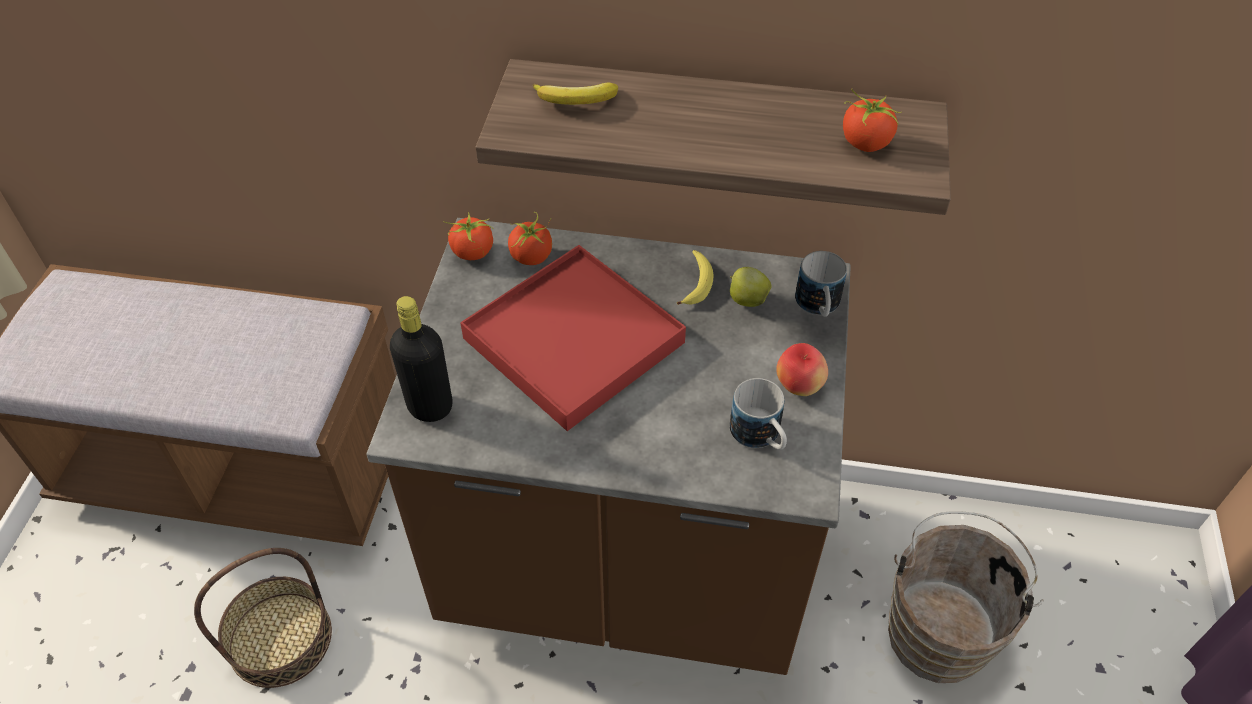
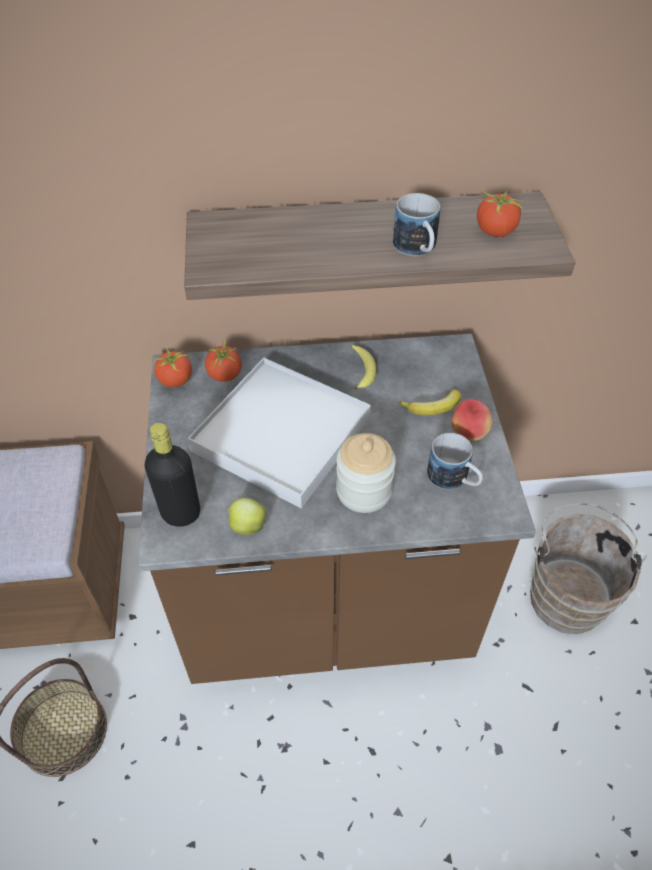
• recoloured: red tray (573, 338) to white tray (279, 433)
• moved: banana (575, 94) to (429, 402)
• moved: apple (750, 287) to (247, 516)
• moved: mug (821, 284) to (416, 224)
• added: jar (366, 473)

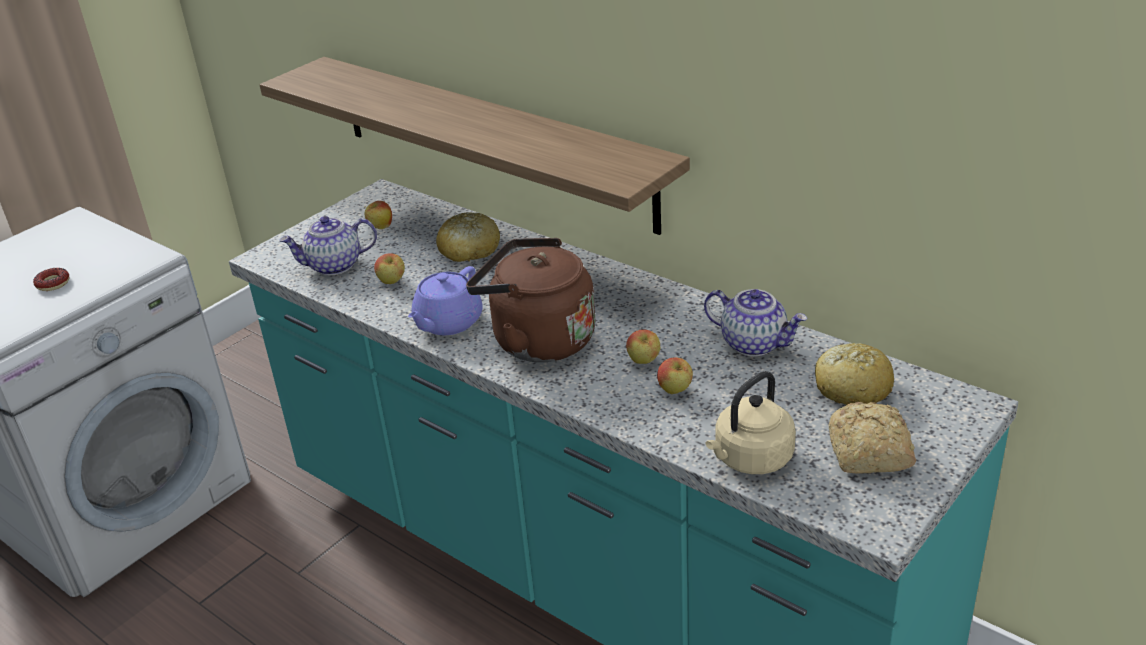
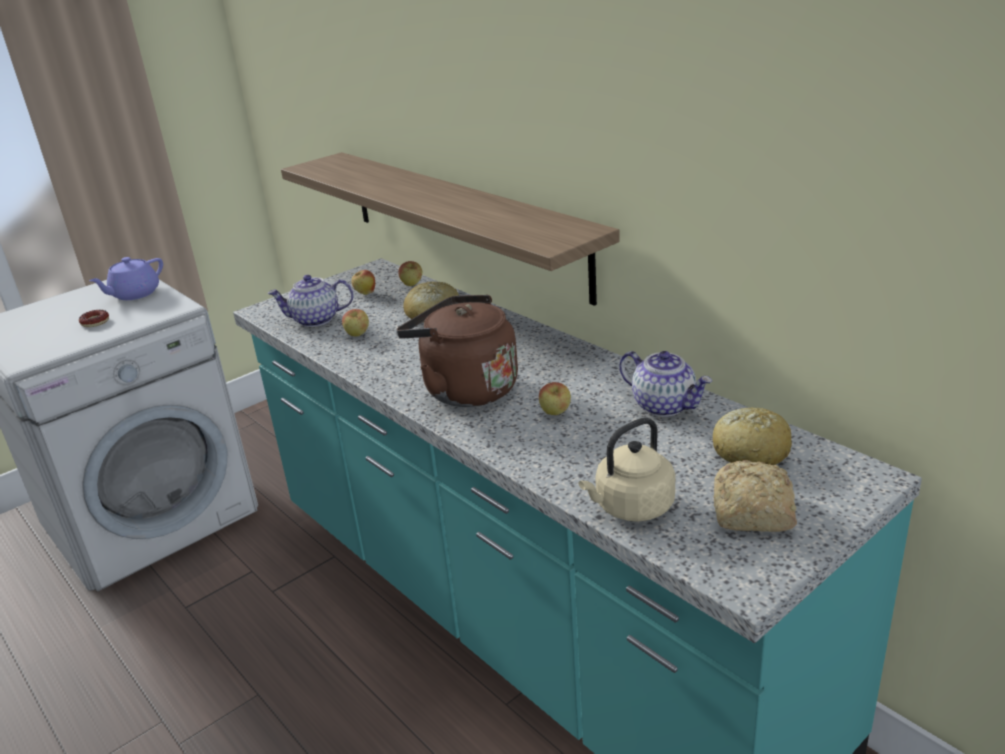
• moved: purple teapot (445, 300) to (126, 278)
• moved: apple (675, 376) to (410, 273)

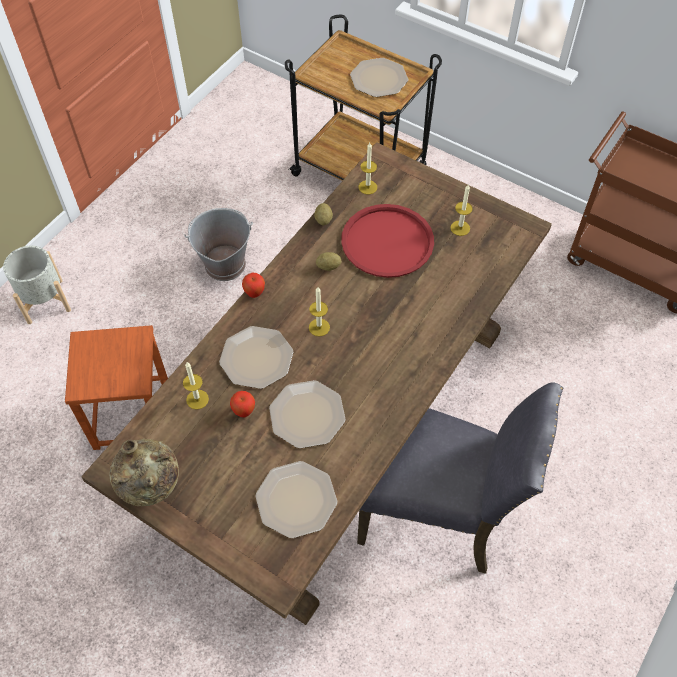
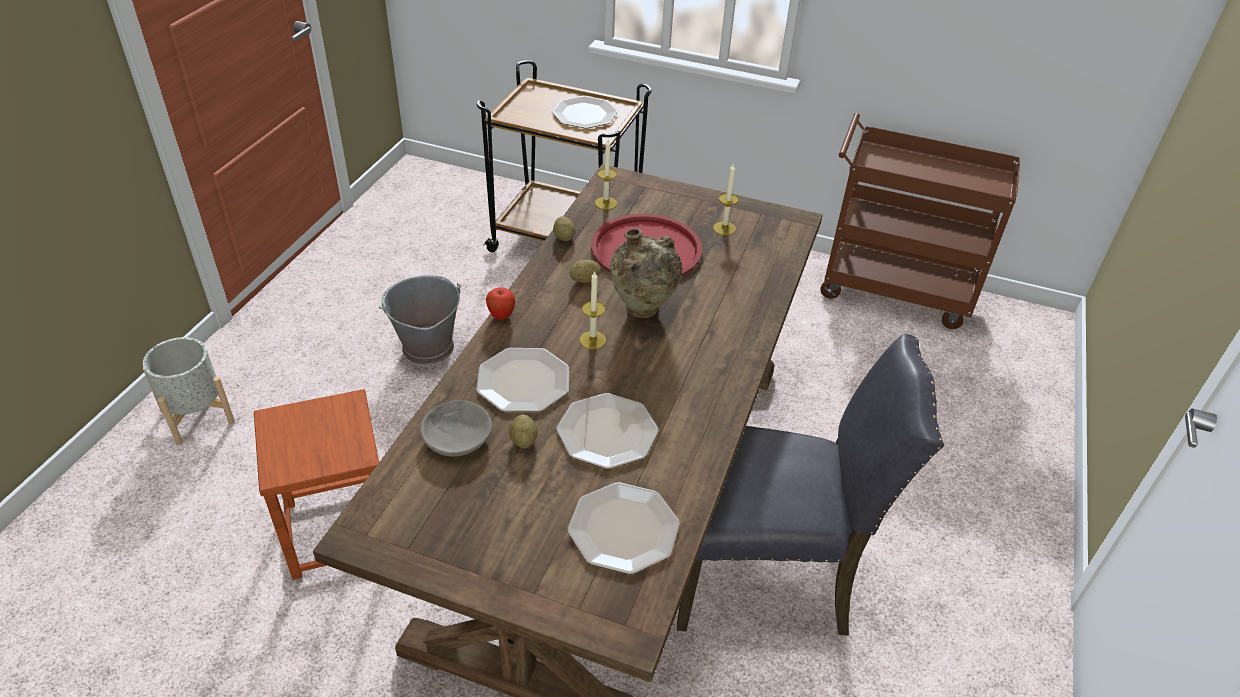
• moved: beige vase (144, 472) to (646, 273)
• replaced: candle (196, 386) to grey bowl (456, 428)
• replaced: apple (242, 404) to potato (523, 431)

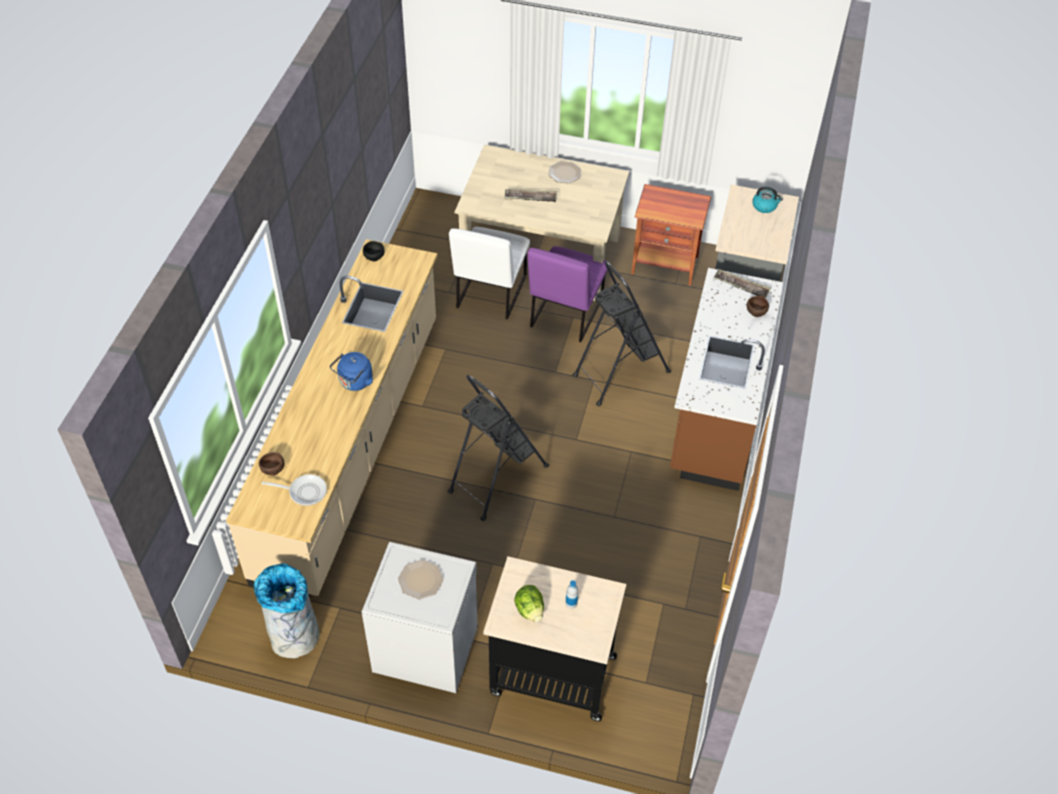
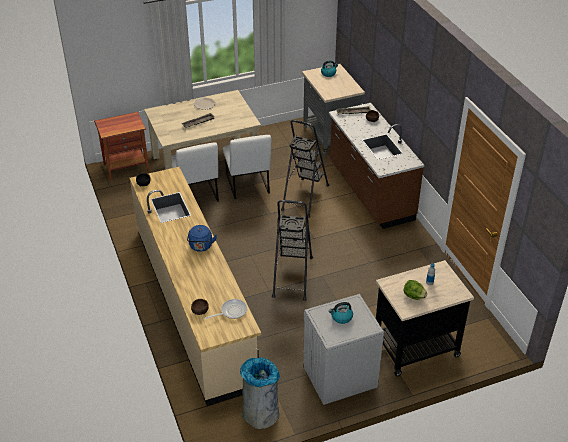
• replaced: plate (421, 579) to kettle (341, 313)
• recoloured: purple chair (567, 294) to white chair (247, 167)
• moved: nightstand (671, 235) to (121, 146)

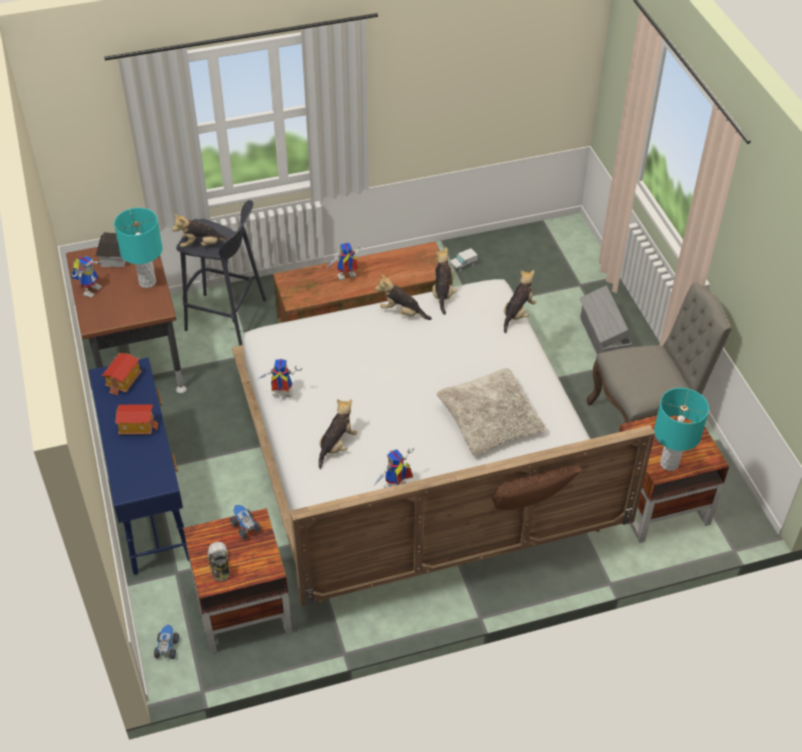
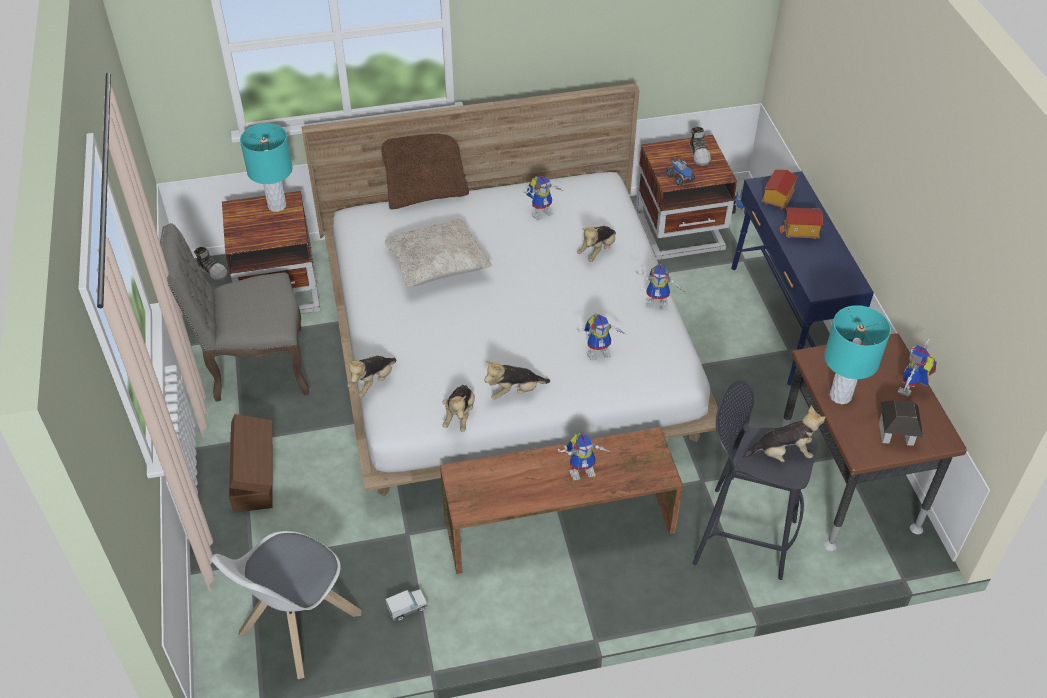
• moved: toy house (122, 374) to (779, 189)
• turned: plush toy (403, 297) = (517, 380) 135 degrees clockwise
• recoloured: grey storage box (606, 320) to brown storage box (251, 463)
• added: shoe (210, 264)
• added: chair (285, 605)
• added: toy robot (601, 337)

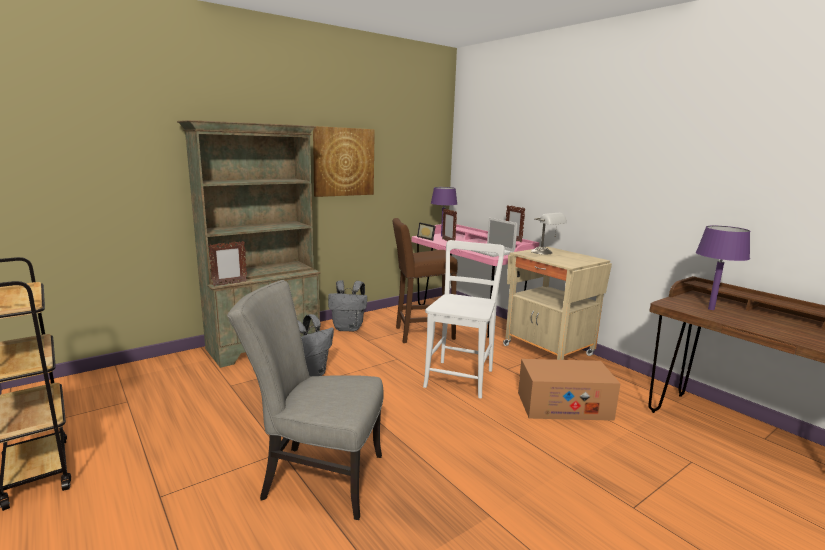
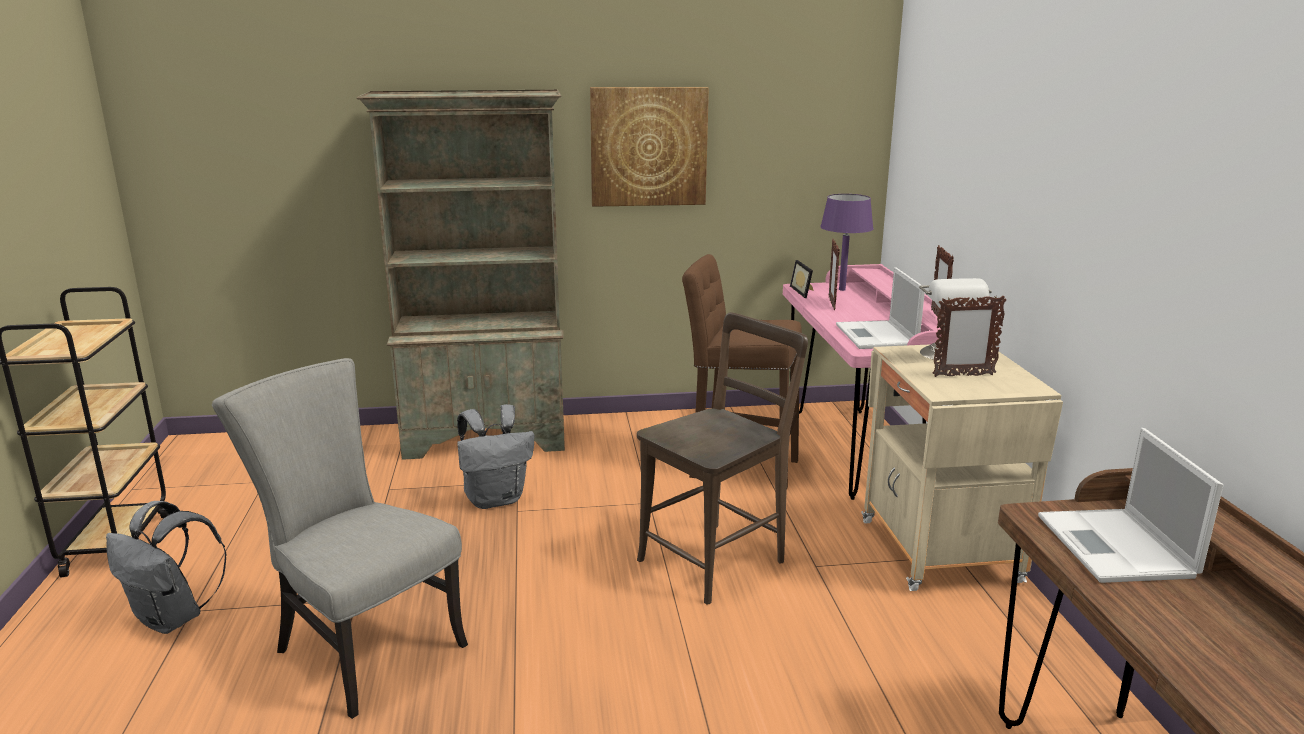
• moved: picture frame (227, 263) to (970, 336)
• moved: grey backpack (347, 305) to (166, 567)
• recoloured: white chair (464, 319) to brown chair (722, 458)
• removed: cardboard box (569, 390)
• replaced: purple table lamp (723, 268) to laptop (1130, 505)

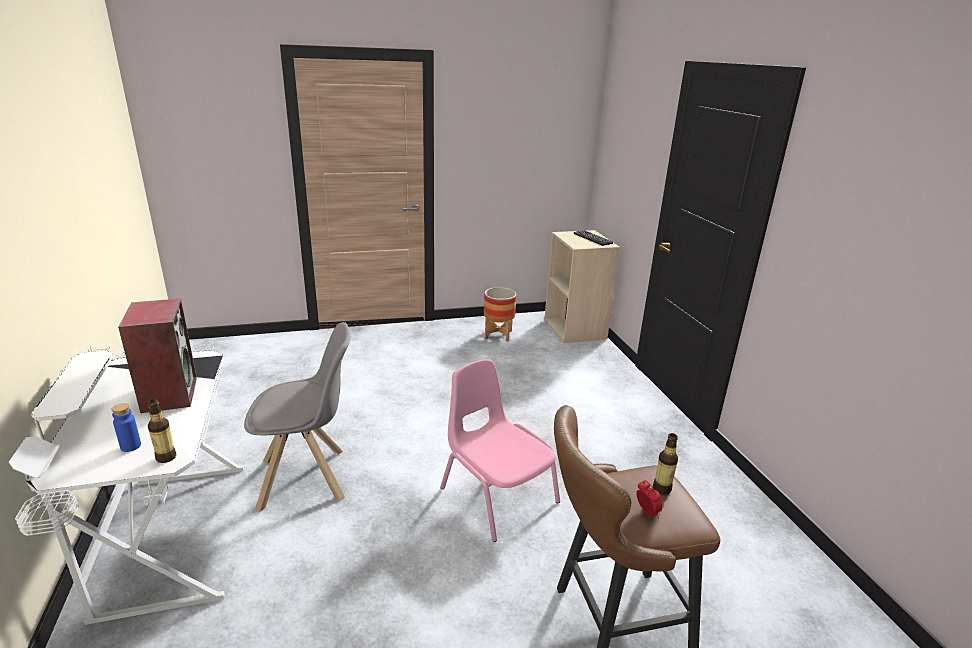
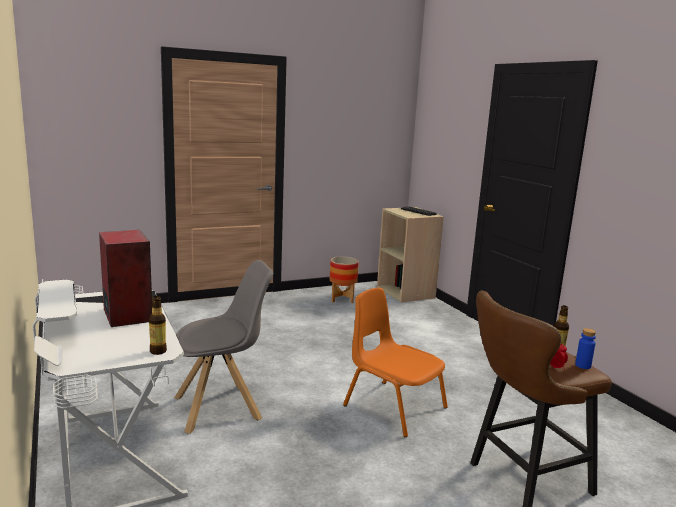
• moved: blue bottle (126, 427) to (585, 348)
• recoloured: pink chair (500, 450) to orange chair (395, 362)

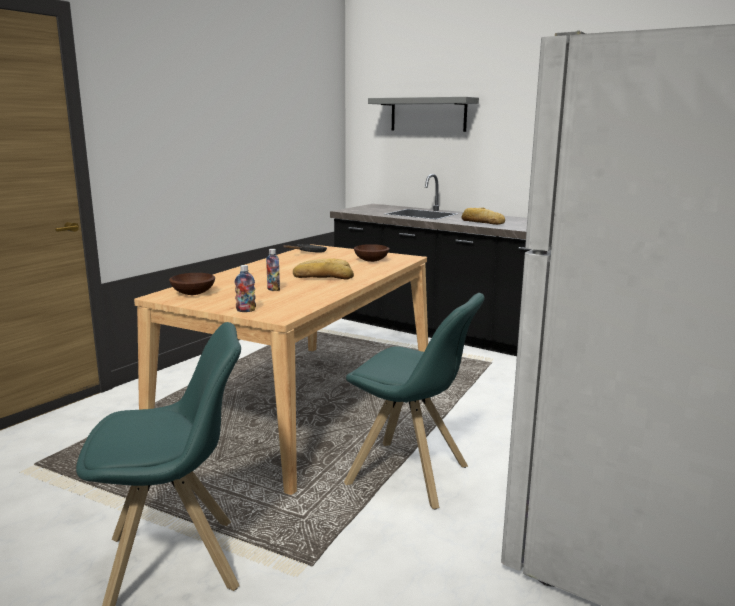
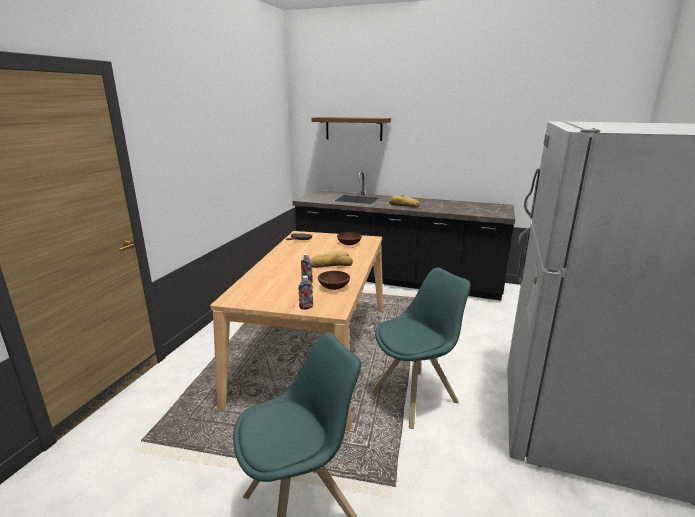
• moved: brown bowl (192, 284) to (334, 280)
• turned: turquoise chair (414, 401) = (421, 348) 45 degrees counterclockwise
• recoloured: grey shelf (423, 114) to brown shelf (351, 129)

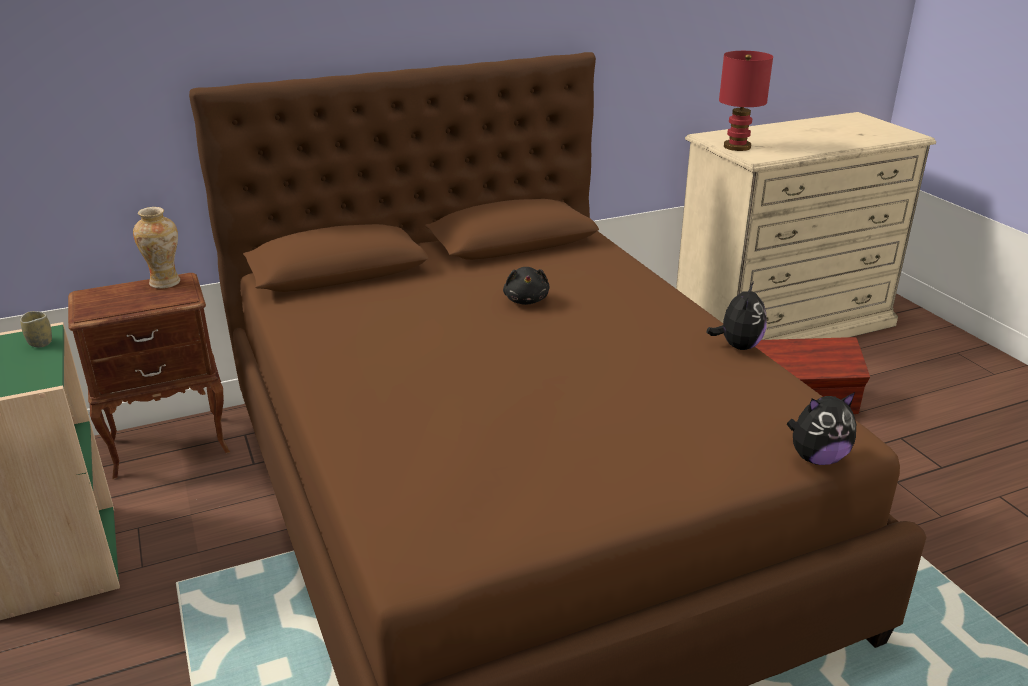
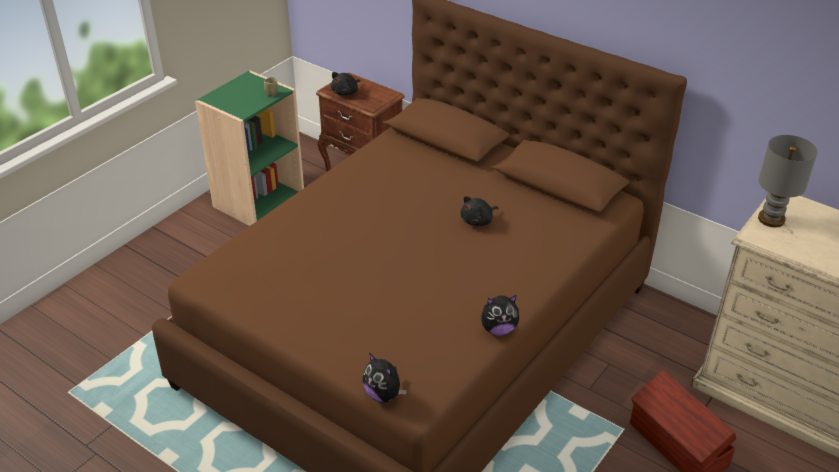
• removed: vase (156, 248)
• recoloured: red table lamp (746, 101) to grey table lamp (788, 181)
• added: black plush toy (345, 84)

